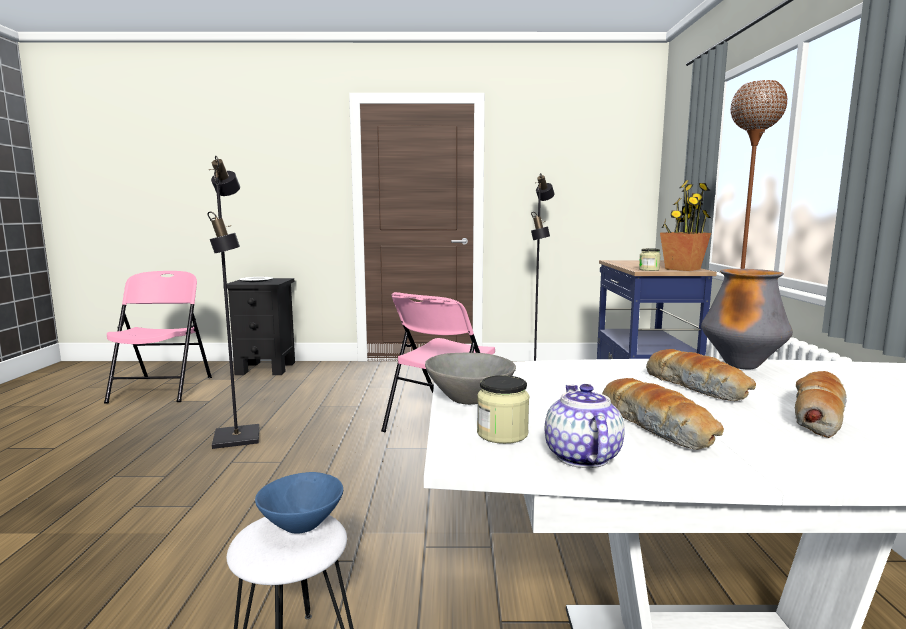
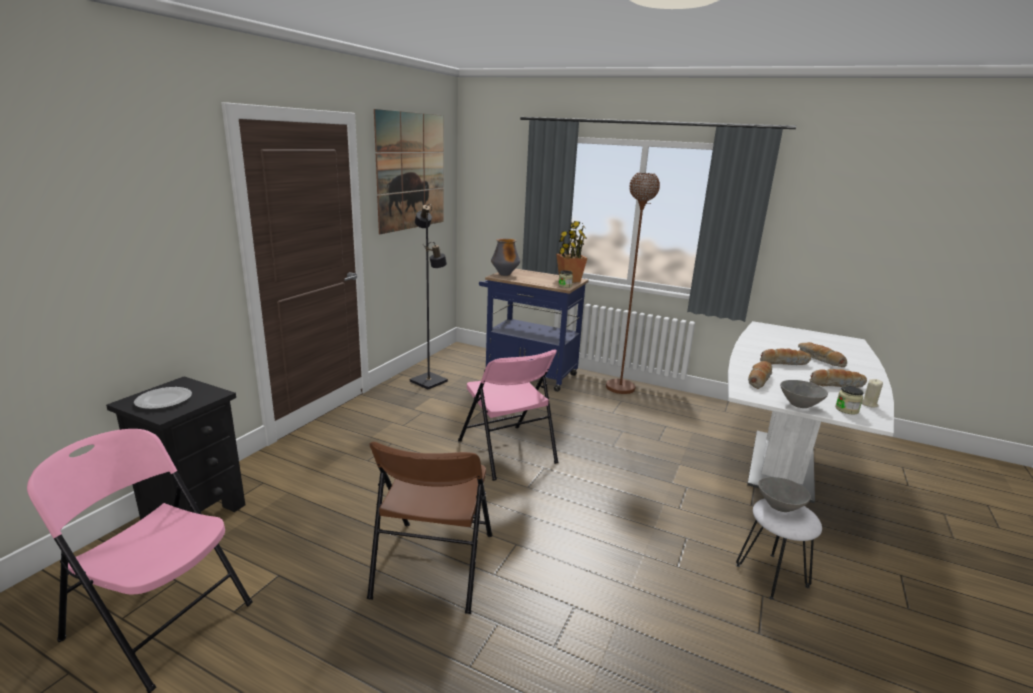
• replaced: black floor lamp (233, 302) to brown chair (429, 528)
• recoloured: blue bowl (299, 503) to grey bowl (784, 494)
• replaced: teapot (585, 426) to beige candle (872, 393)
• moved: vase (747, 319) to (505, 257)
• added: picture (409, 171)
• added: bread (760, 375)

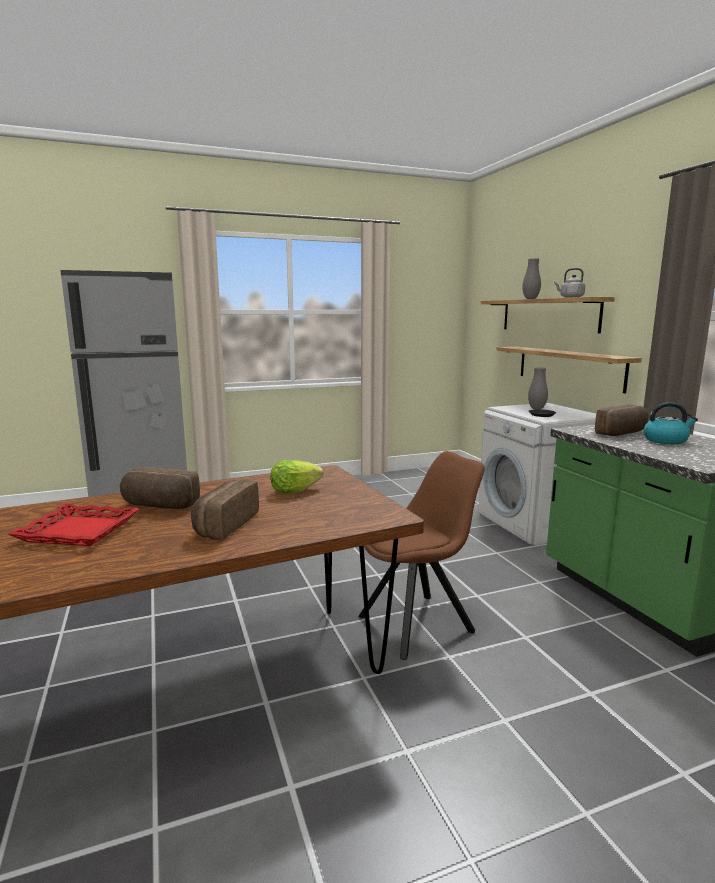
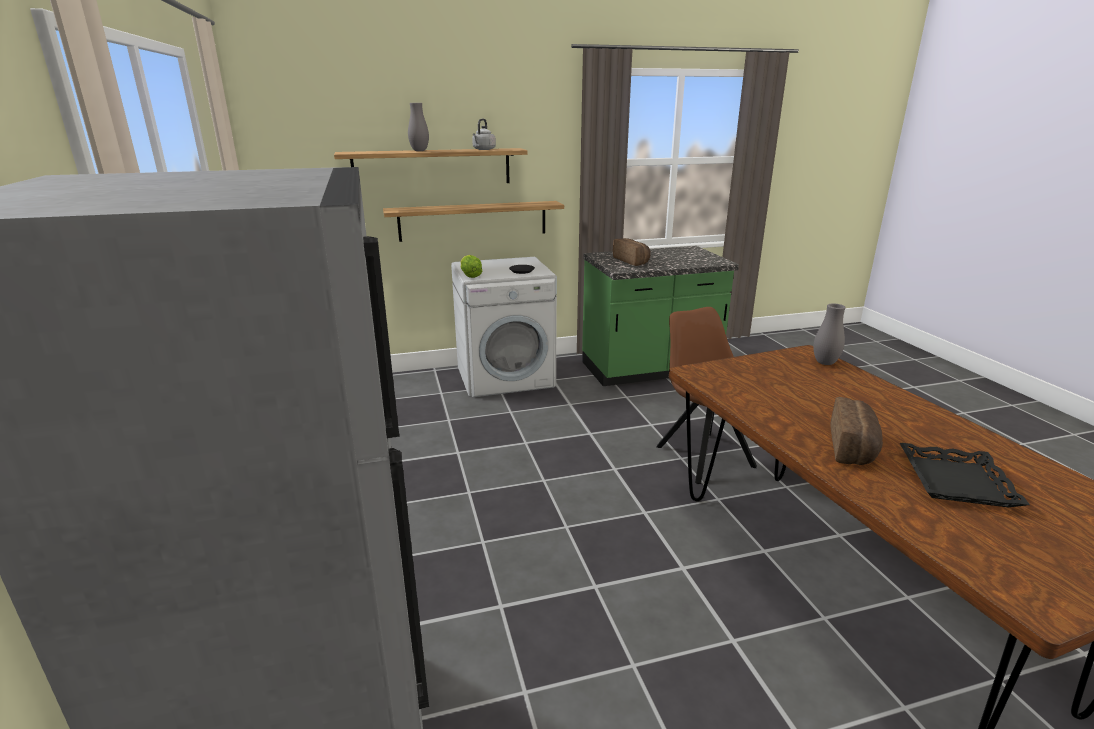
• recoloured: red tray (73, 525) to black tray (965, 475)
• removed: bread (225, 510)
• moved: lettuce (296, 477) to (471, 266)
• moved: grey vase (538, 388) to (829, 334)
• removed: kettle (670, 423)

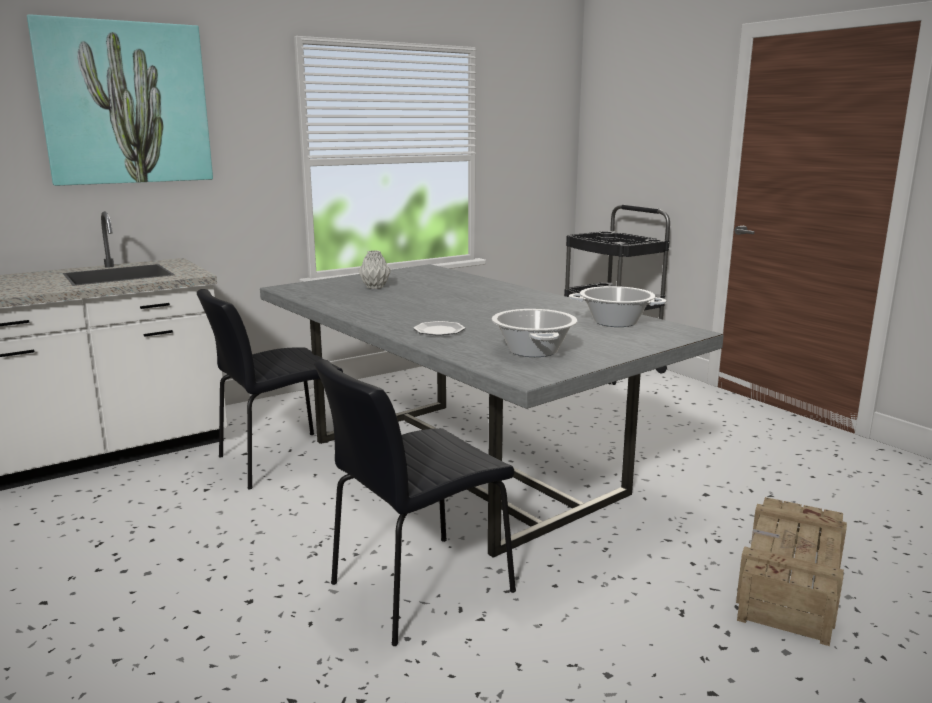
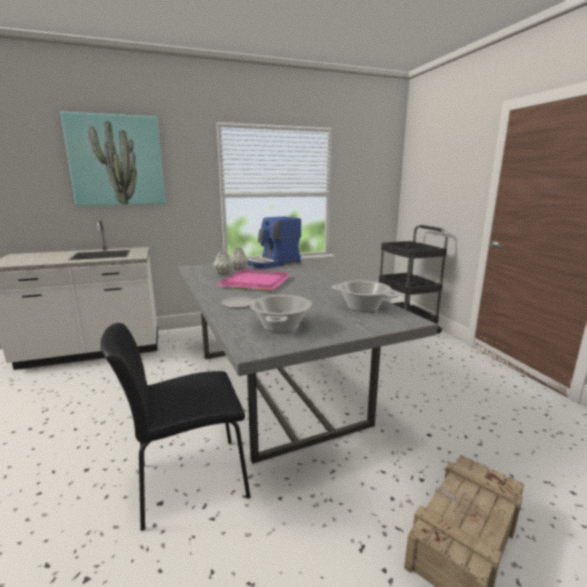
• removed: black chair (270, 389)
• added: grey vase (223, 263)
• added: pink tray (254, 280)
• added: coffee machine (274, 242)

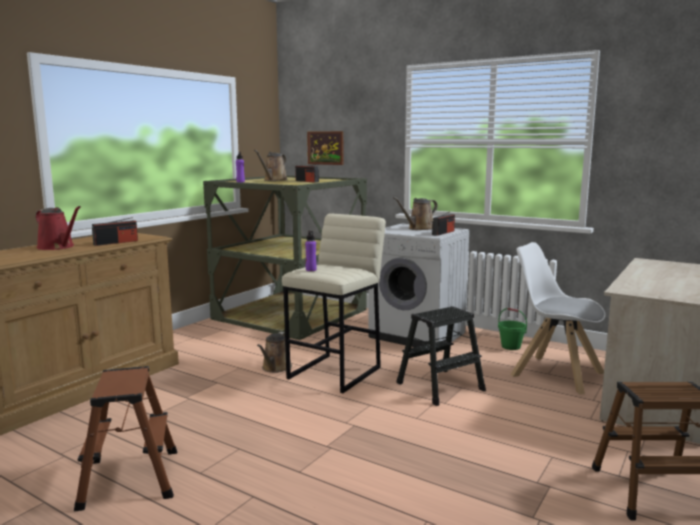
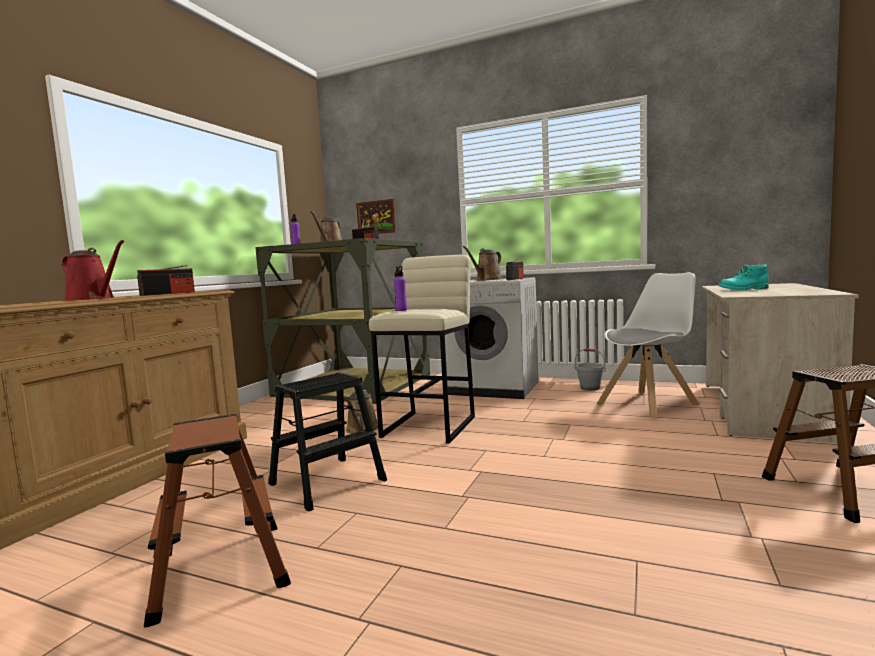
• moved: black step ladder (441, 356) to (327, 441)
• recoloured: green bucket (512, 329) to grey bucket (590, 369)
• turned: chair (558, 318) = (648, 345) 120 degrees clockwise
• added: turquoise boot (744, 277)

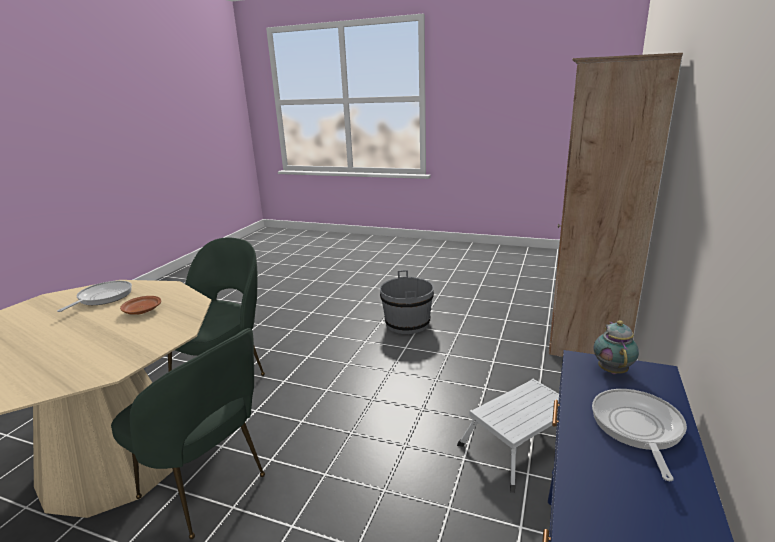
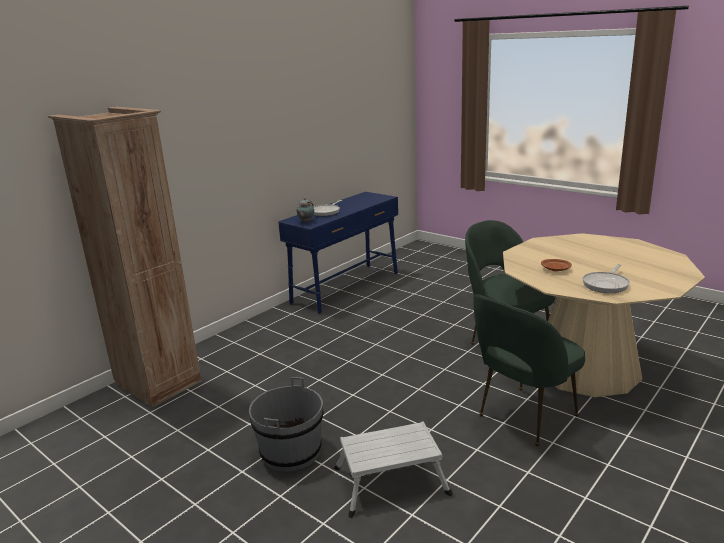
• moved: white step ladder (508, 436) to (393, 469)

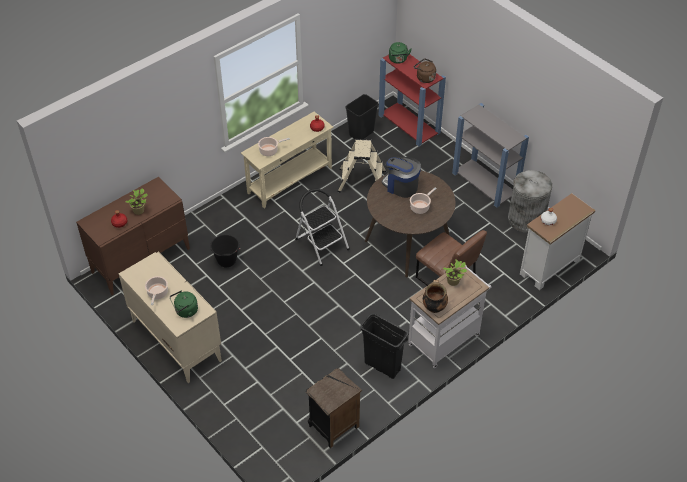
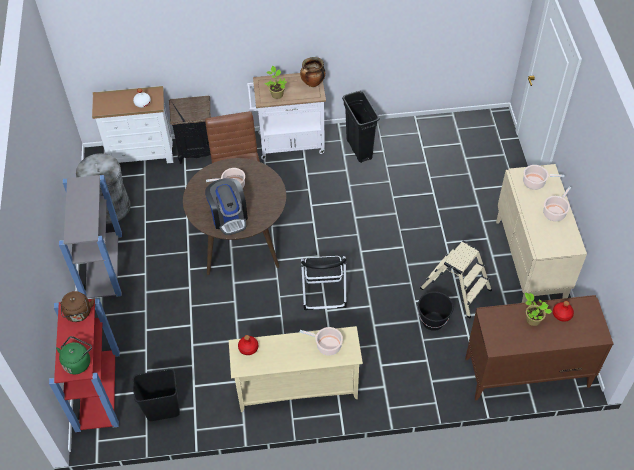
• replaced: green kettle (184, 304) to cooking pot (543, 177)
• moved: black nightstand (334, 408) to (190, 130)
• moved: beige step ladder (361, 166) to (456, 279)

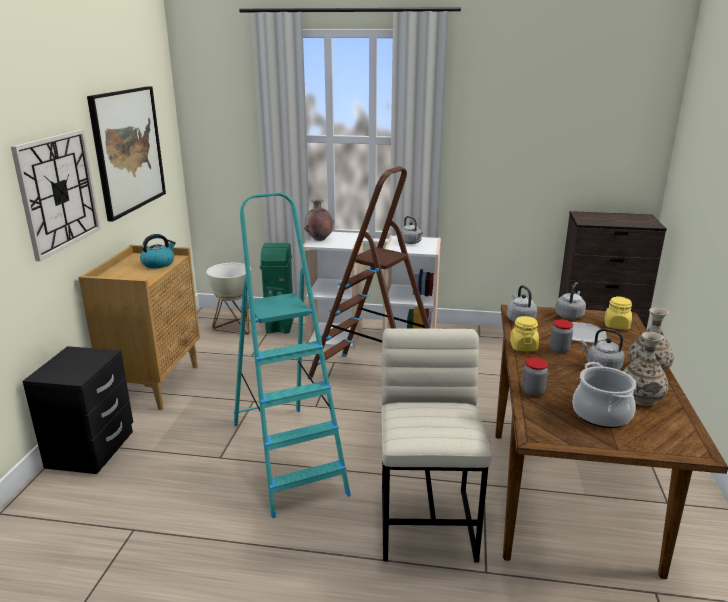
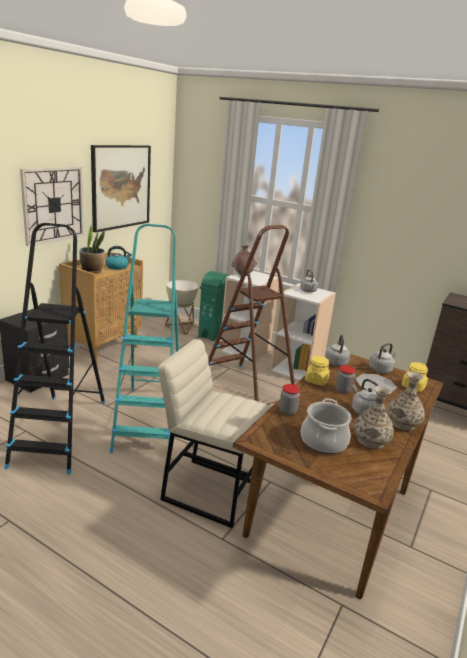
• turned: beige chair (436, 445) = (214, 433) 90 degrees counterclockwise
• added: black step ladder (54, 349)
• added: potted plant (92, 249)

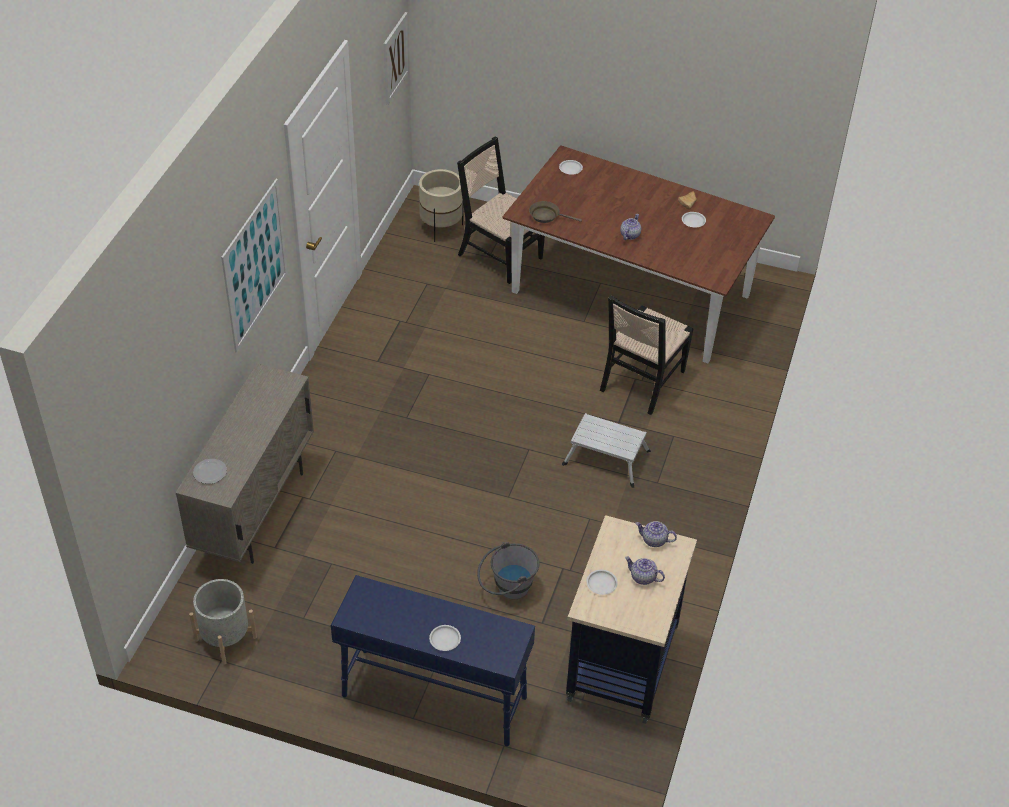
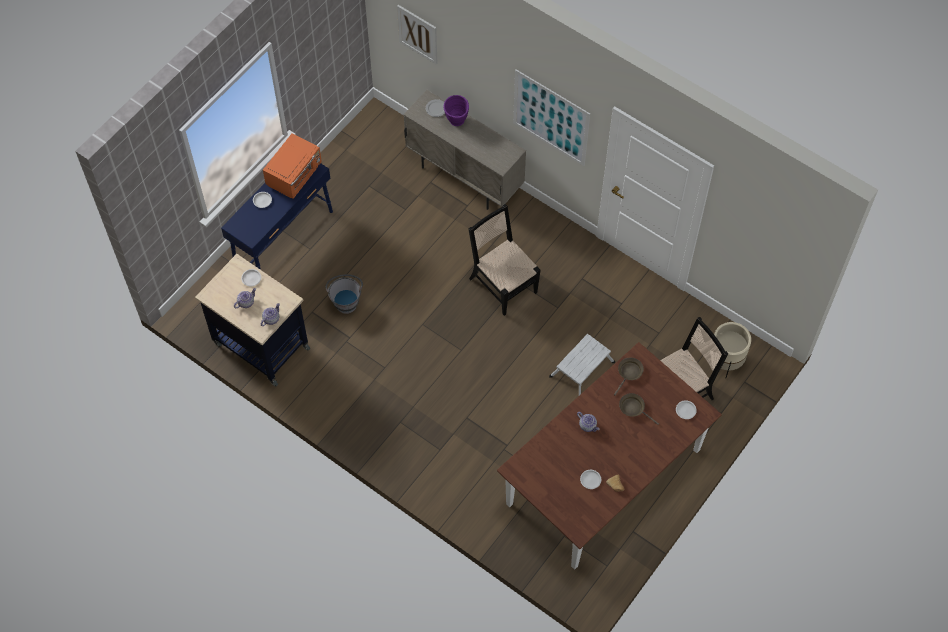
• removed: grey planter (223, 622)
• moved: picture (396, 58) to (417, 34)
• moved: white step ladder (606, 450) to (582, 364)
• moved: chair (647, 355) to (504, 260)
• added: orange microwave (292, 166)
• added: purple vase (456, 110)
• added: brown frying pan (639, 409)

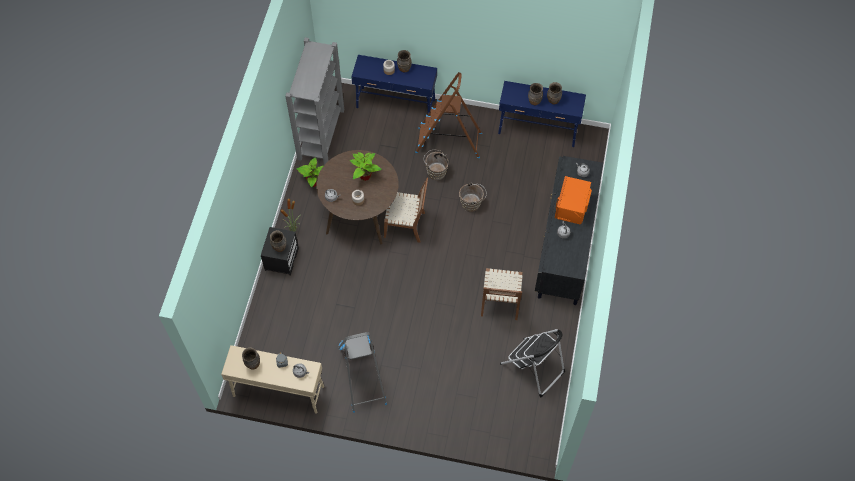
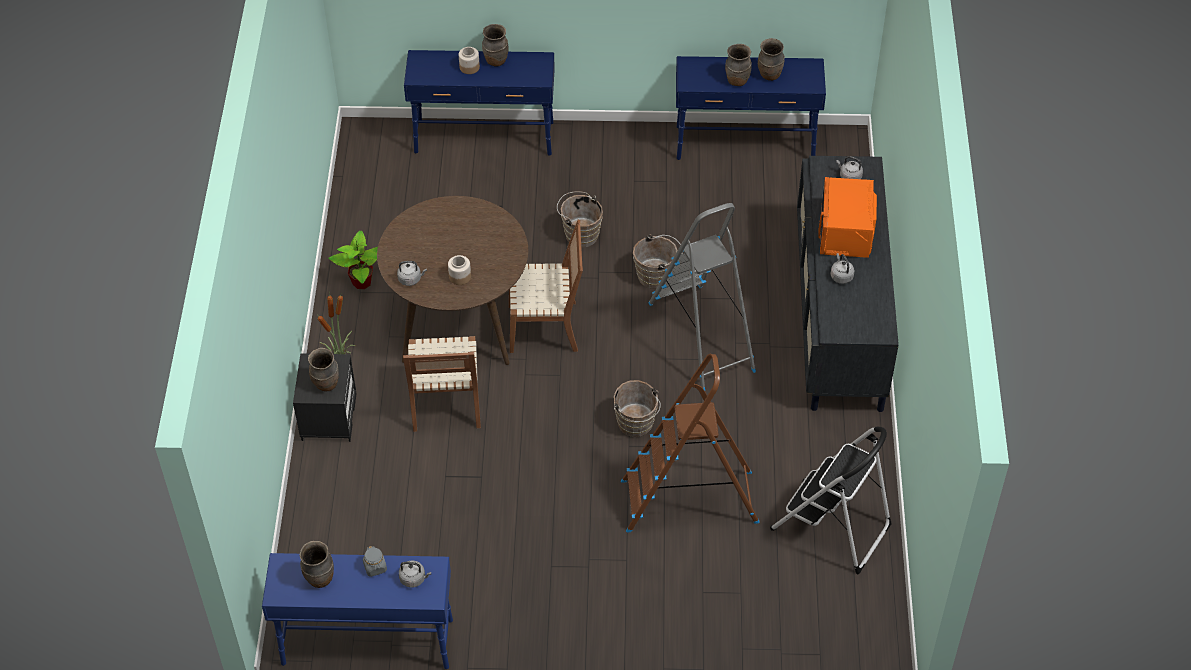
• recoloured: beige console table (272, 379) to blue console table (357, 611)
• removed: grey bookcase (314, 101)
• moved: grey step ladder (362, 372) to (702, 296)
• removed: potted plant (366, 166)
• moved: brown step ladder (448, 115) to (690, 443)
• moved: chair (502, 294) to (442, 384)
• added: brown bucket (637, 408)

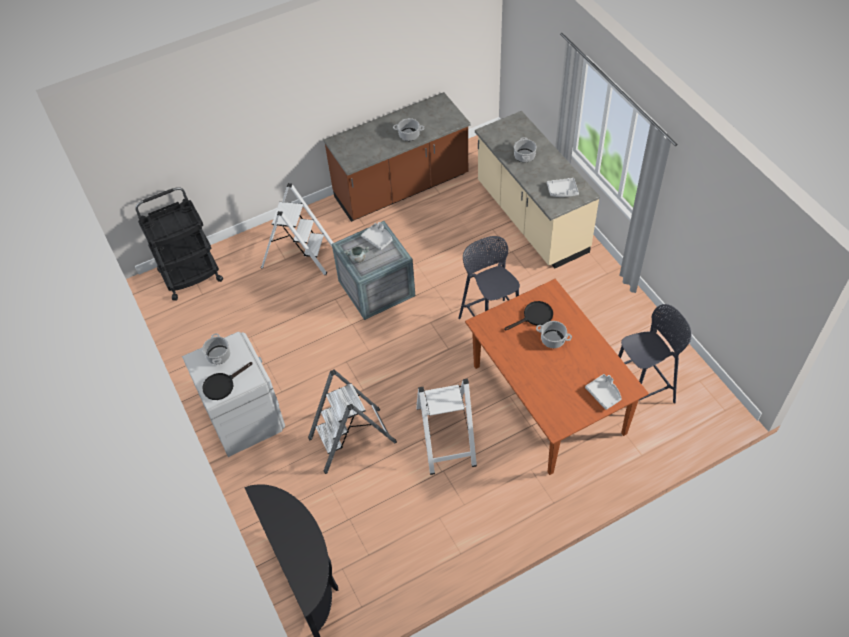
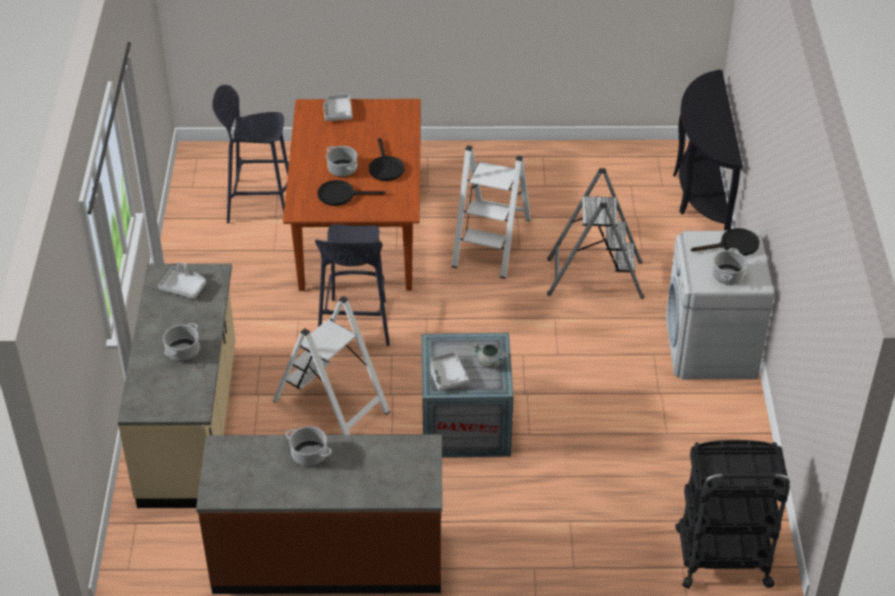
• moved: white step ladder (297, 229) to (331, 365)
• added: black frying pan (386, 159)

